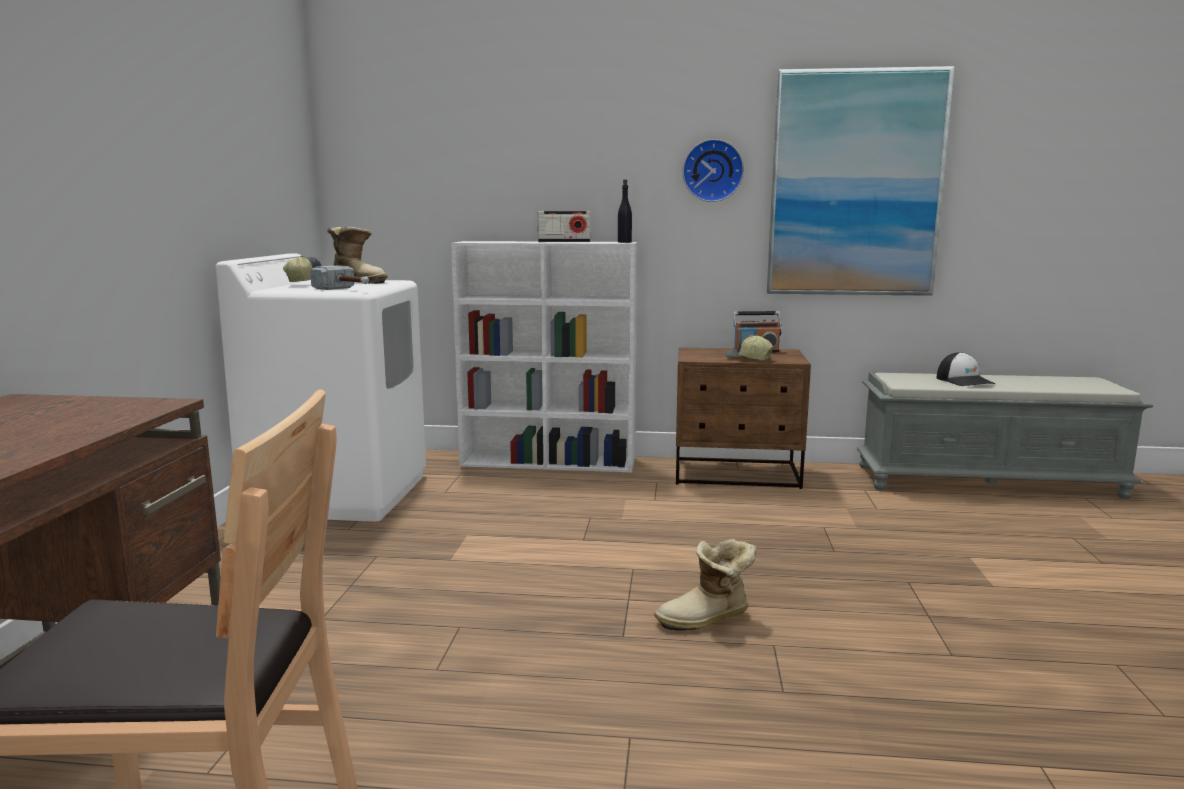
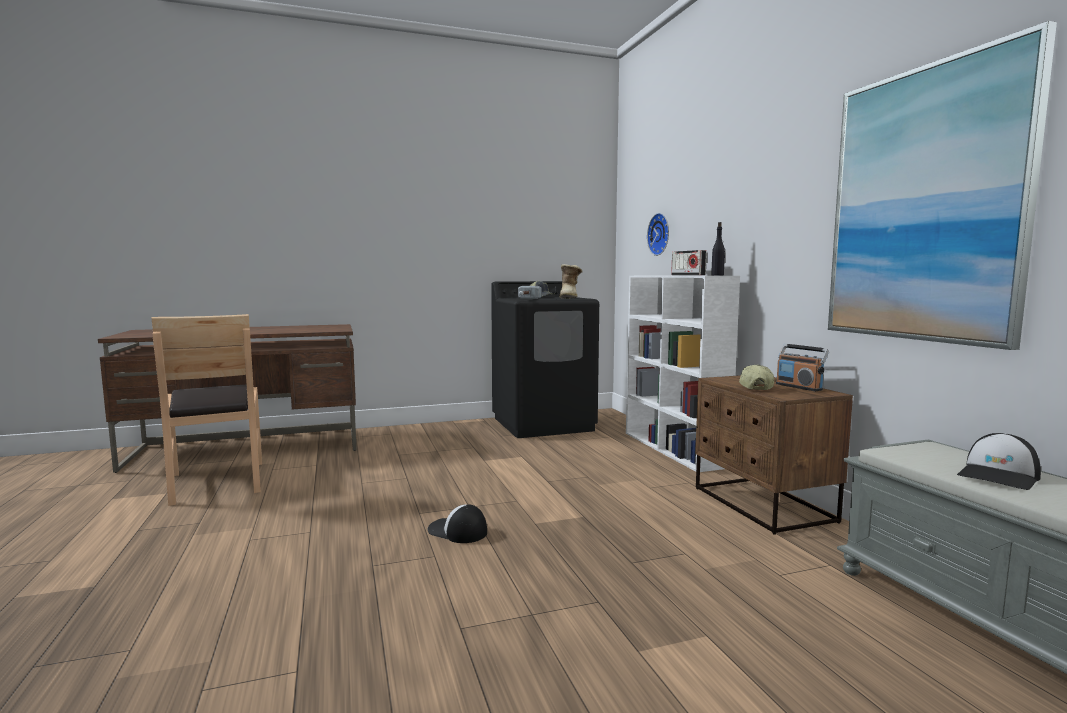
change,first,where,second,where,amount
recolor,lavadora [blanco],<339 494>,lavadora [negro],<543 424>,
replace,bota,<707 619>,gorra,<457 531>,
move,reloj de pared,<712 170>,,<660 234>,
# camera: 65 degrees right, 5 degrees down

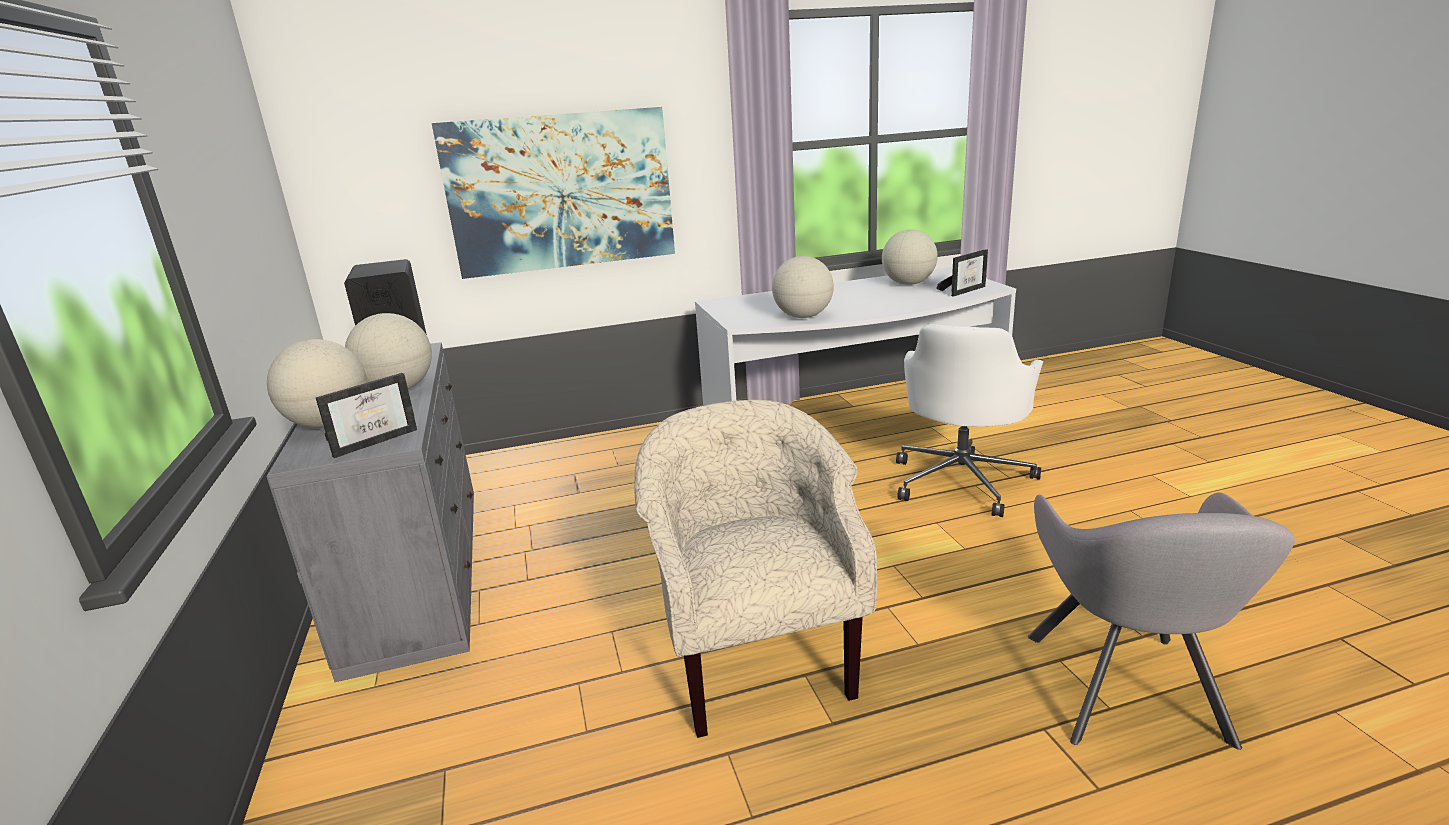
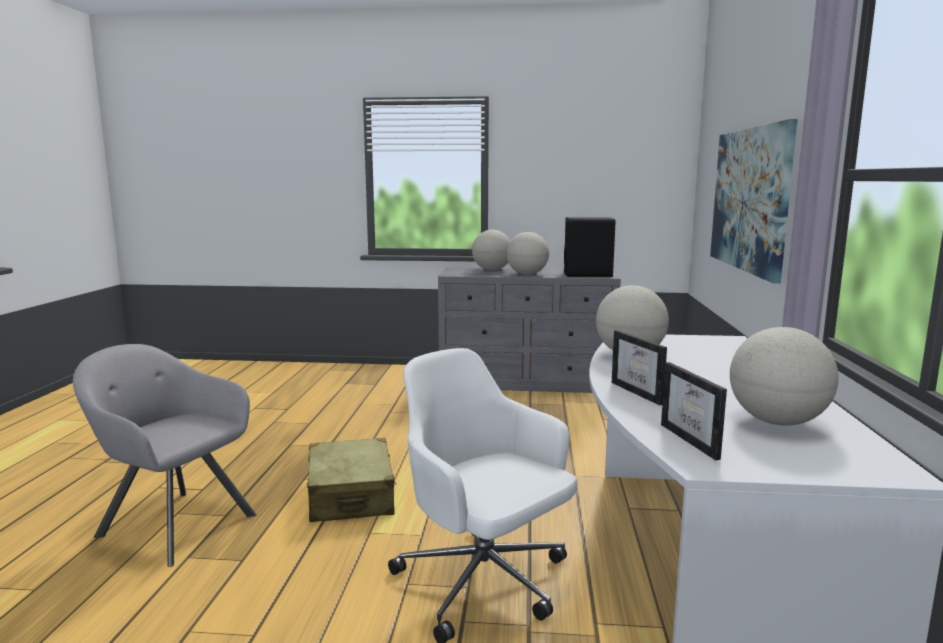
change,first,where,second,where,amount
move,portarretratos,<374 440>,,<643 393>,
delete,sillón [beis],<756 665>,,,
insert,,,maleta [beis],<351 496>,
# camera: 110 degrees right, 10 degrees down

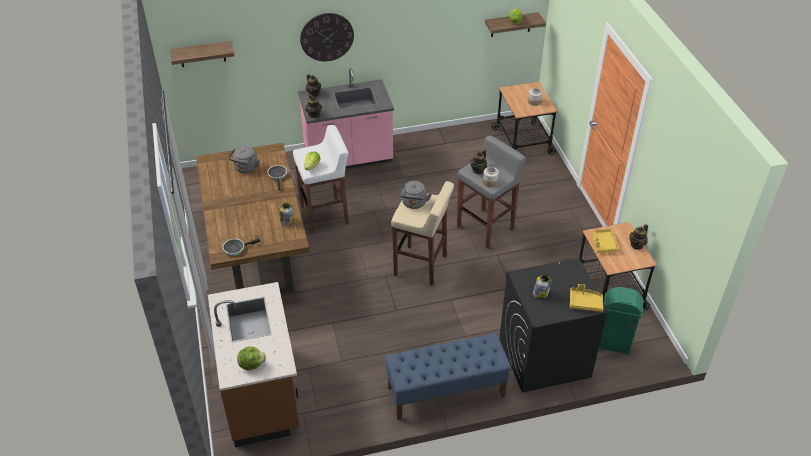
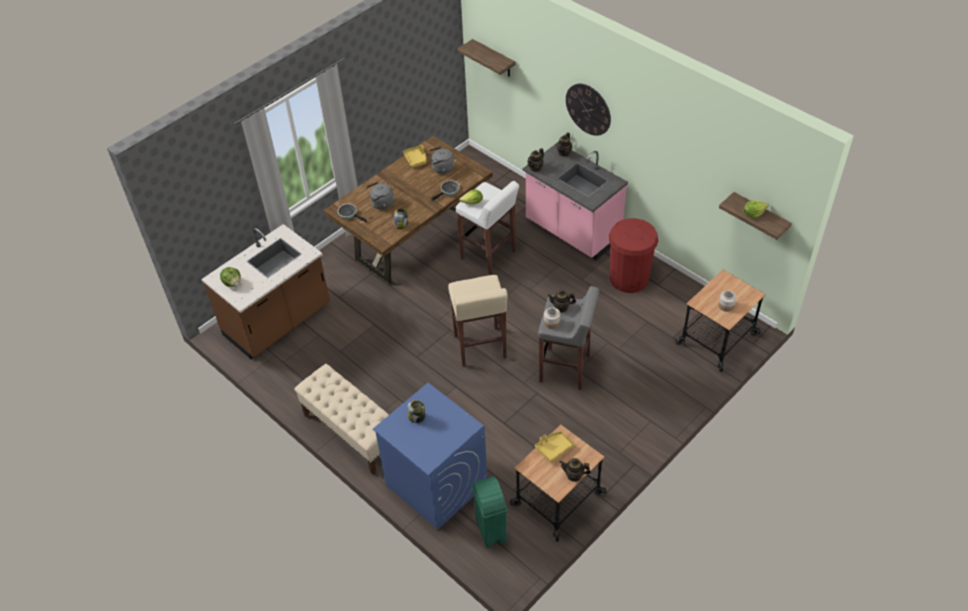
change,first,where,second,where,amount
recolor,banco [azul],<445 392>,banco [beis],<352 432>,
move,hervidor [gris],<414 204>,,<381 204>,
recolor,lavadora [negro],<544 358>,lavadora [azul],<436 484>,
move,bandeja [amarillo],<585 303>,,<416 159>,
insert,,,papelera [rojo],<629 278>,
# camera: 60 degrees right, 5 degrees up

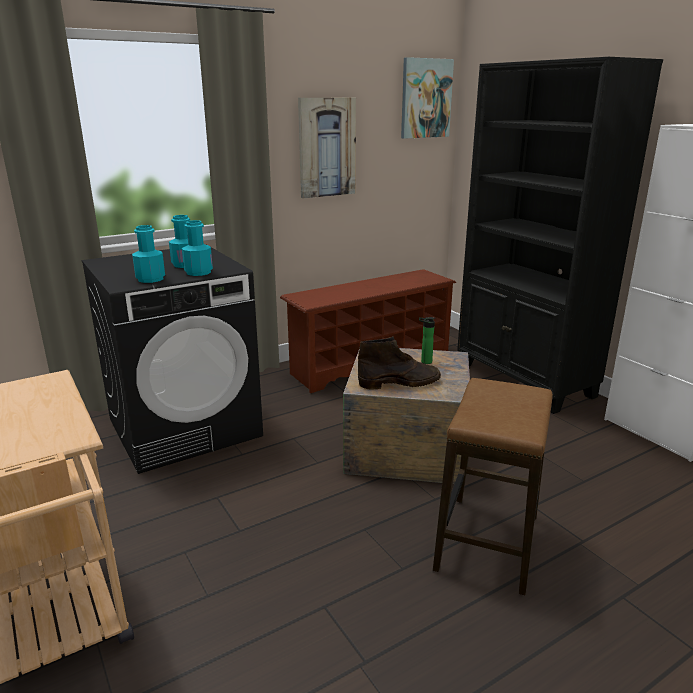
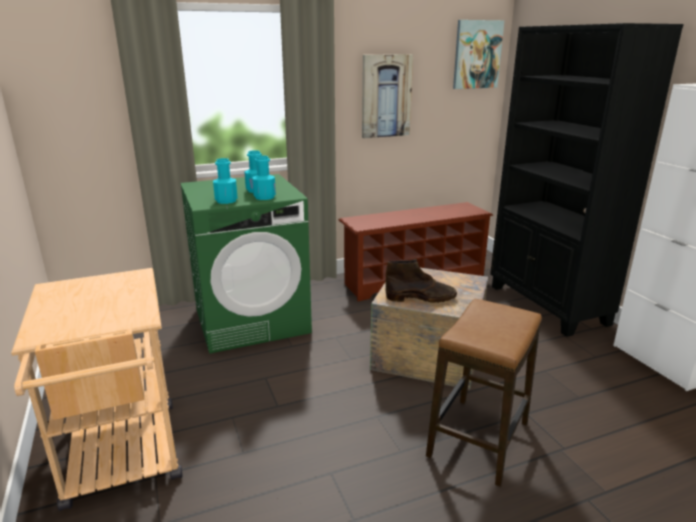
change,first,where,second,where,amount
recolor,lavadora [negro],<185 427>,lavadora [verde],<252 320>,
delete,botella,<424 362>,,,
# camera: 10 degrees right, 0 degrees up

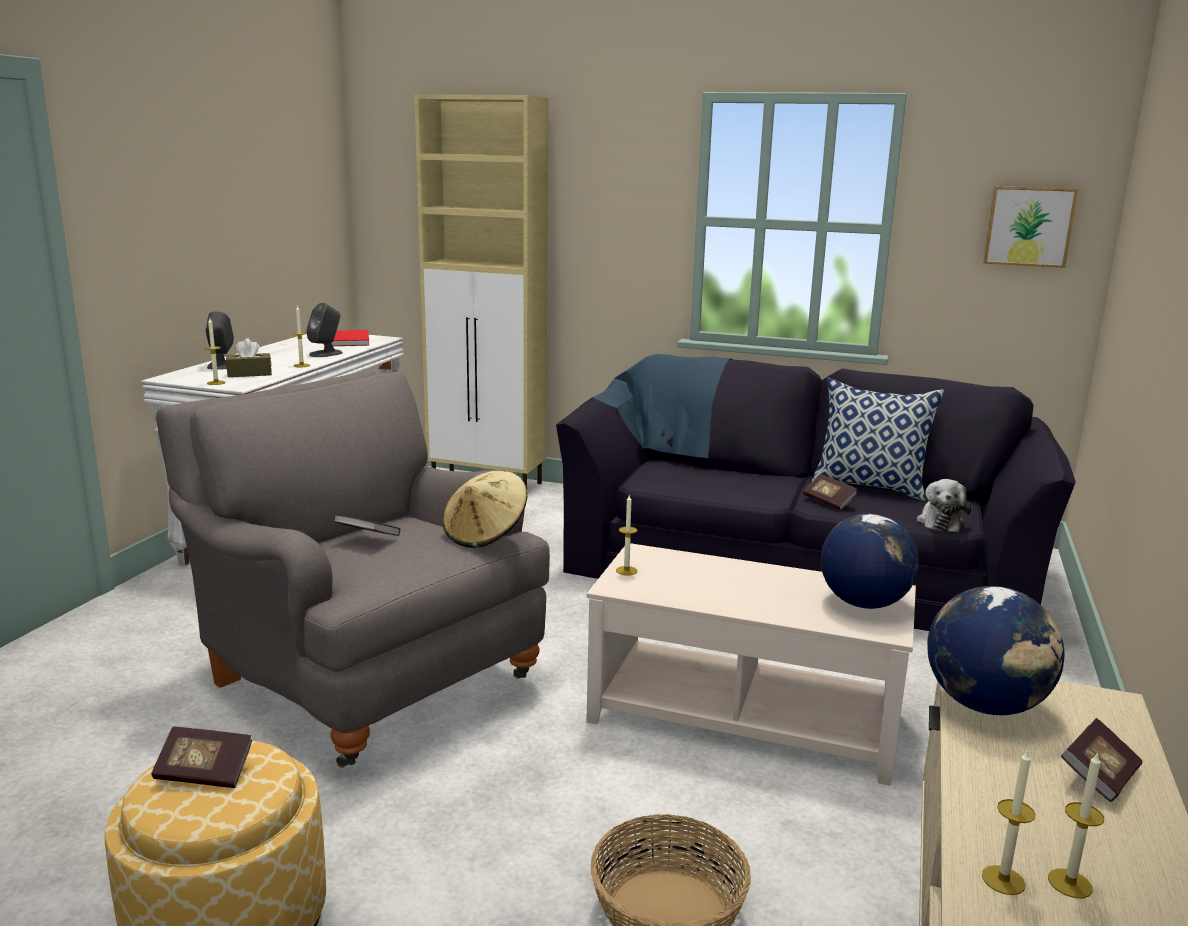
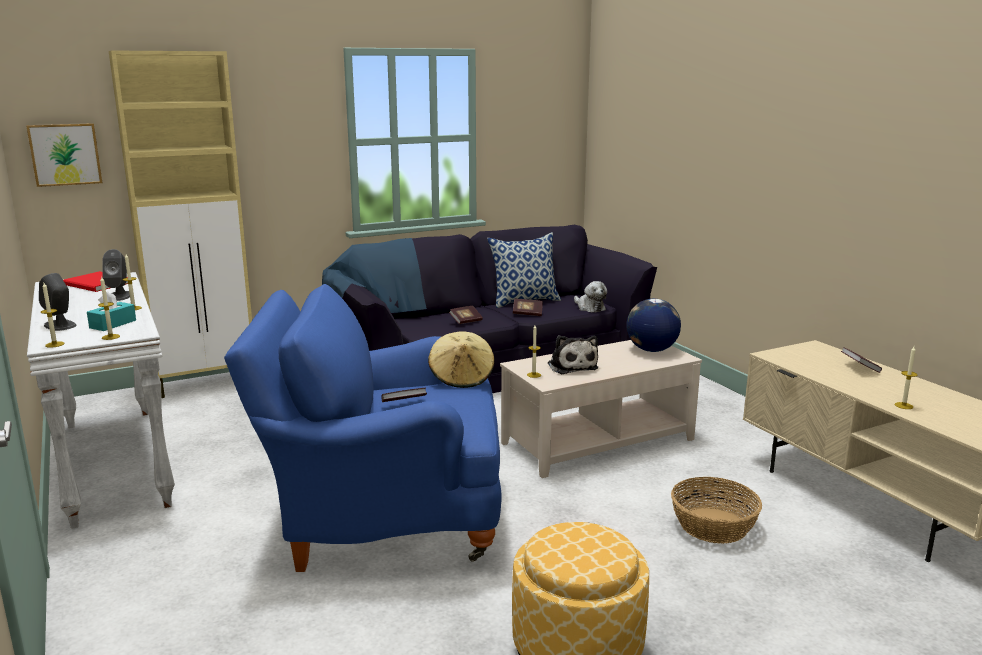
change,first,where,second,where,amount
move,libro,<204 773>,,<466 321>,
recolor,sillón [gris],<365 674>,sillón [azul],<382 517>,
recolor,caja de pañuelos [marrón],<249 374>,caja de pañuelos [turquesa],<113 324>,
delete,globo terráqueo,<985 705>,,,
move,cuadro,<1029 226>,,<65 154>,
move,vela,<1069 883>,,<54 344>,
insert,,,peluche,<571 366>,
# camera: 45 degrees left, 0 degrees up

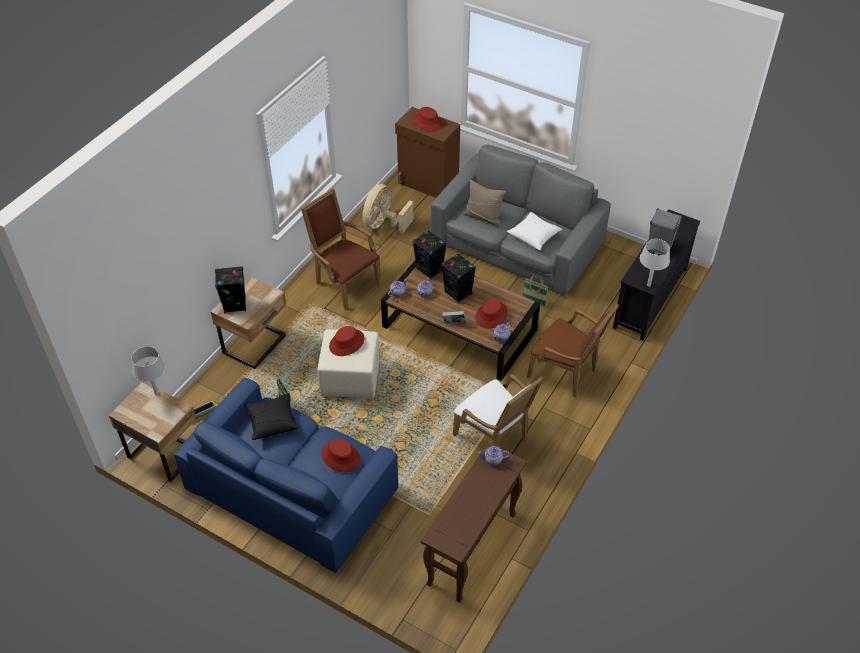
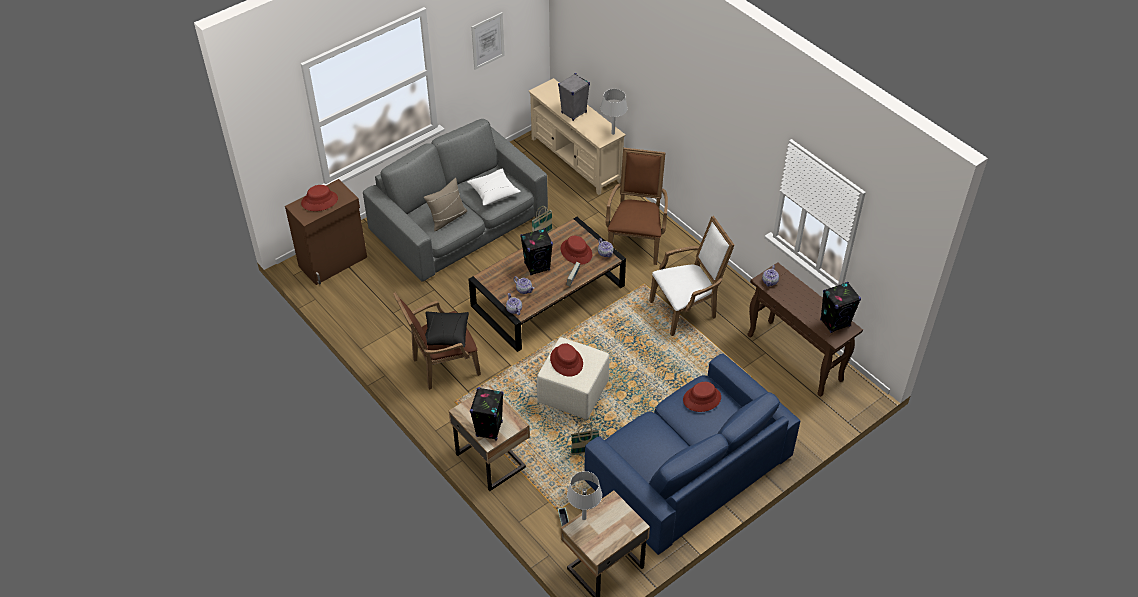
change,first,where,second,where,amount
move,cojín [negro],<272 421>,,<445 334>,
delete,ventilador [beis],<384 224>,,,
move,altavoz [negro],<430 270>,,<835 323>,
rotate,sillón [marrón],<566 374>,,<636 241>,45 degrees counterclockwise
recolor,mueble de televisión [negro],<650 298>,mueble de televisión [beis],<576 160>,
insert,,,cuadro,<487 41>,
# camera: 70 degrees left, 0 degrees up

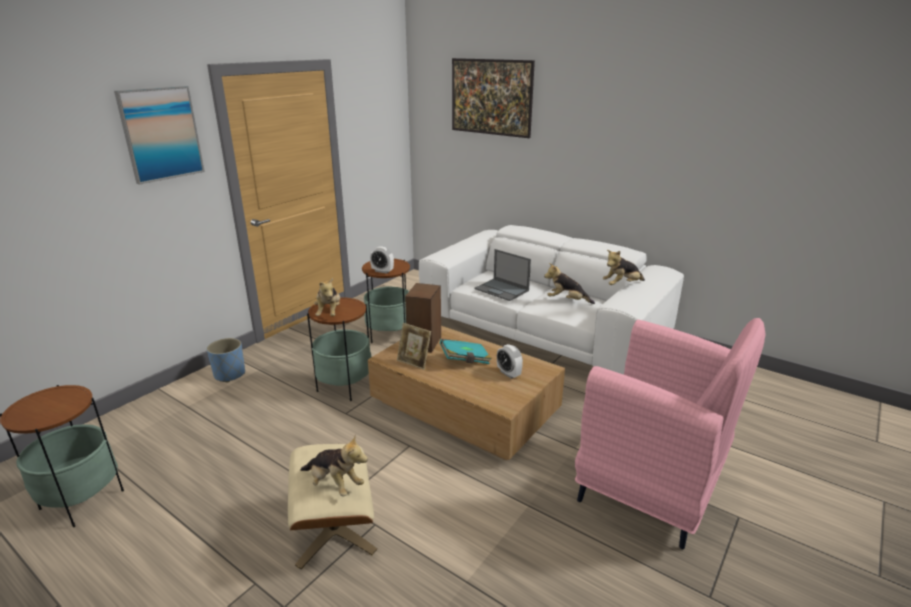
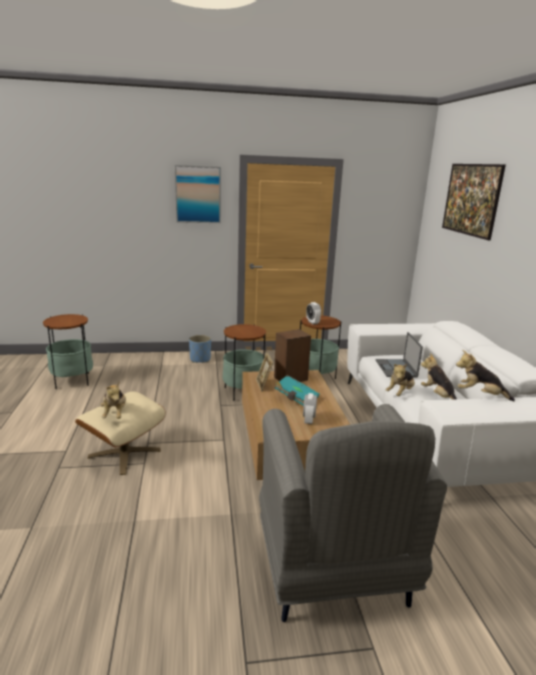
change,first,where,second,where,amount
move,peluche,<329 313>,,<400 393>,
recolor,sillón [rosa],<651 488>,sillón [gris],<333 571>,
# camera: 45 degrees right, 5 degrees down

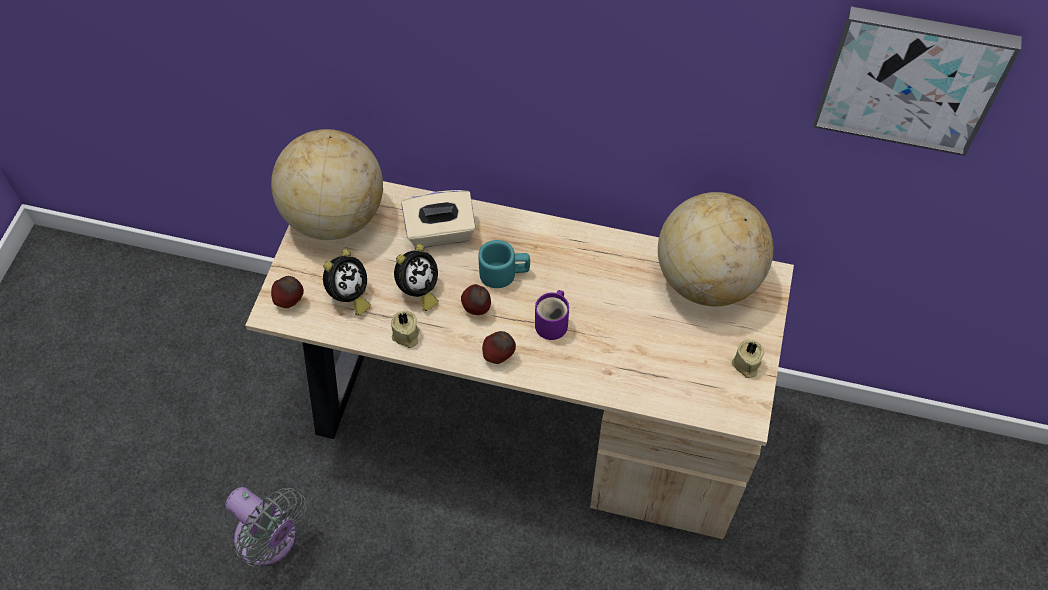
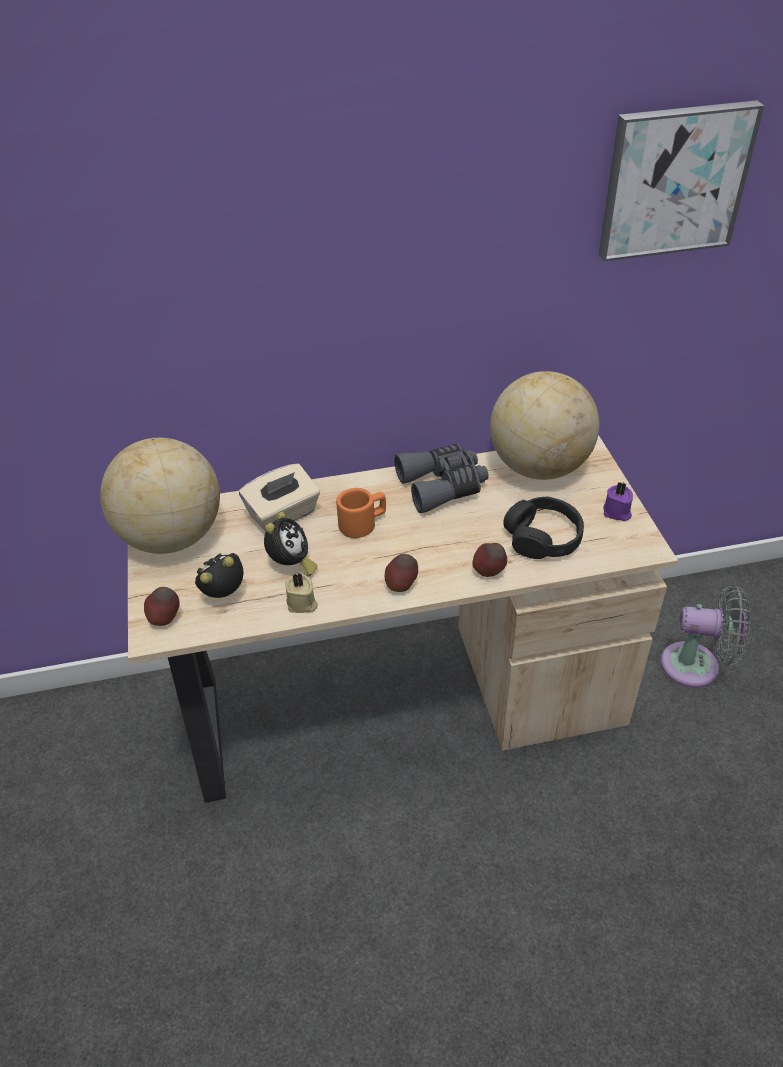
change,first,where,second,where,amount
move,ventilador [gris],<270 541>,,<696 666>,
rotate,despertador,<349 296>,,<225 594>,135 degrees counterclockwise
move,manzana,<477 310>,,<489 573>,
recolor,taza grande [turquesa],<504 273>,taza grande [naranja],<363 523>,
delete,taza grande [morado],<553 323>,,,
recolor,vela [beis],<746 365>,vela [morado],<617 513>,
insert,,,prismáticos [gris],<443 486>,
insert,,,auriculares [negro],<543 537>,
# camera: 25 degrees left, 15 degrees down

